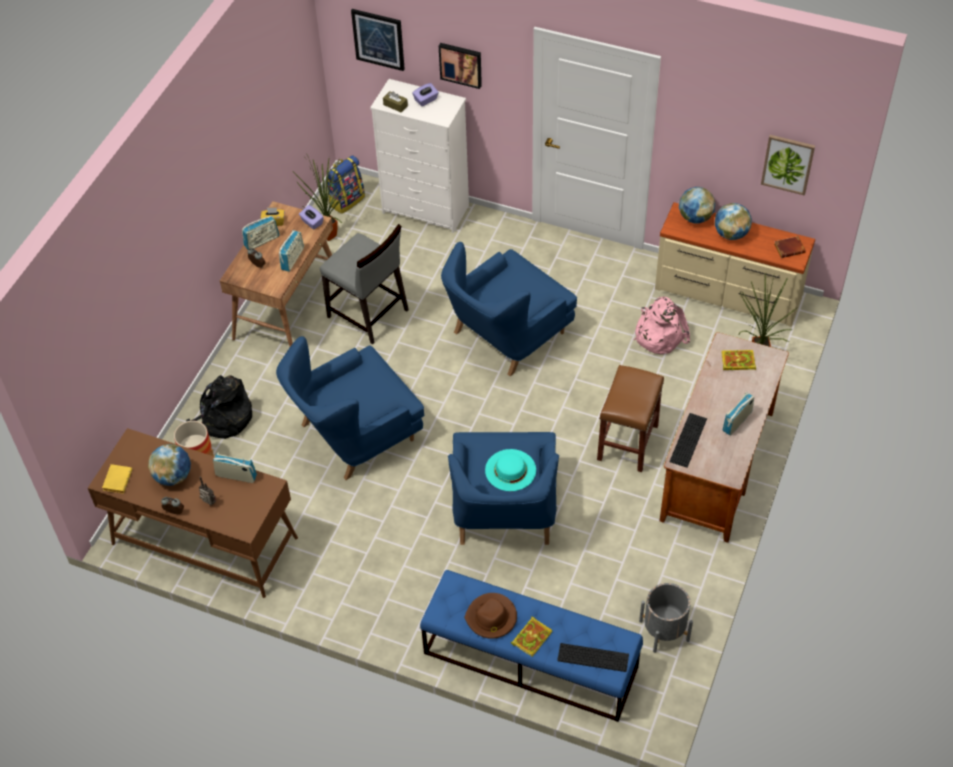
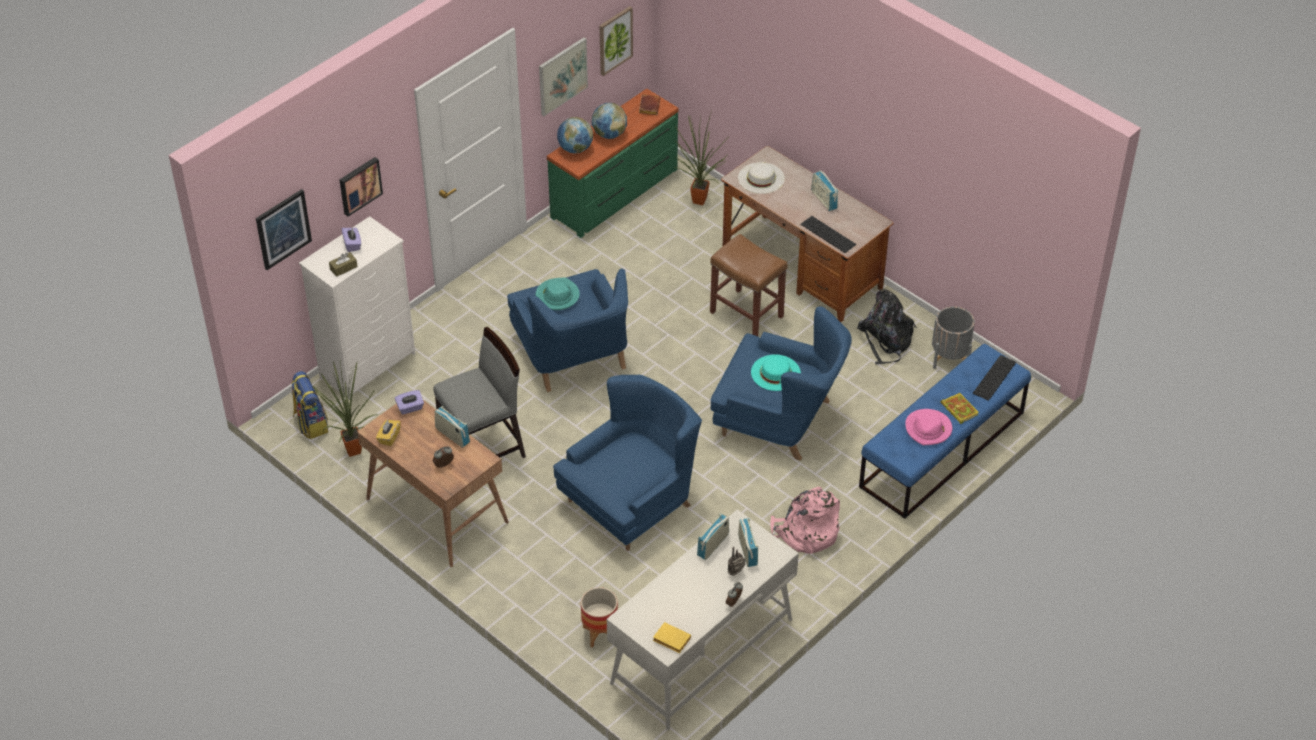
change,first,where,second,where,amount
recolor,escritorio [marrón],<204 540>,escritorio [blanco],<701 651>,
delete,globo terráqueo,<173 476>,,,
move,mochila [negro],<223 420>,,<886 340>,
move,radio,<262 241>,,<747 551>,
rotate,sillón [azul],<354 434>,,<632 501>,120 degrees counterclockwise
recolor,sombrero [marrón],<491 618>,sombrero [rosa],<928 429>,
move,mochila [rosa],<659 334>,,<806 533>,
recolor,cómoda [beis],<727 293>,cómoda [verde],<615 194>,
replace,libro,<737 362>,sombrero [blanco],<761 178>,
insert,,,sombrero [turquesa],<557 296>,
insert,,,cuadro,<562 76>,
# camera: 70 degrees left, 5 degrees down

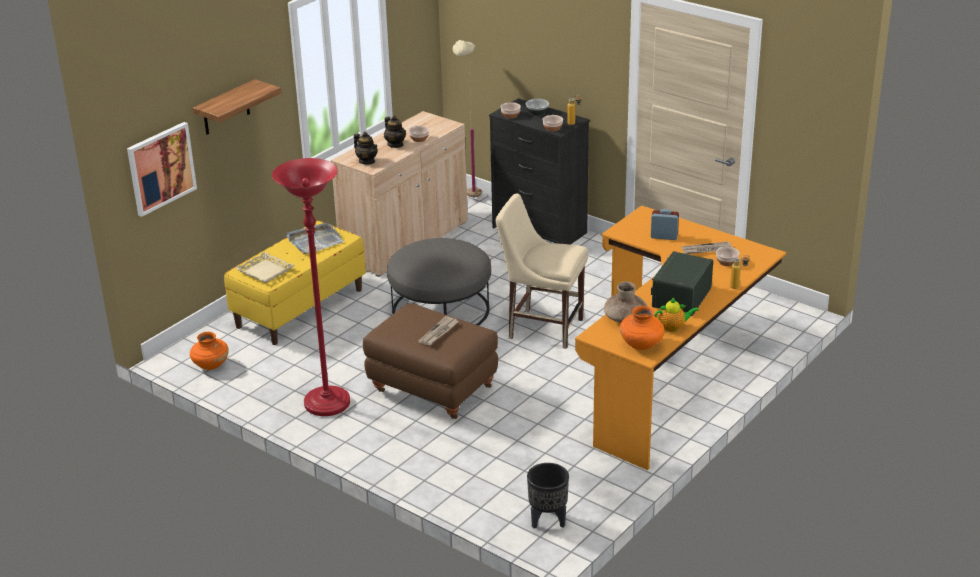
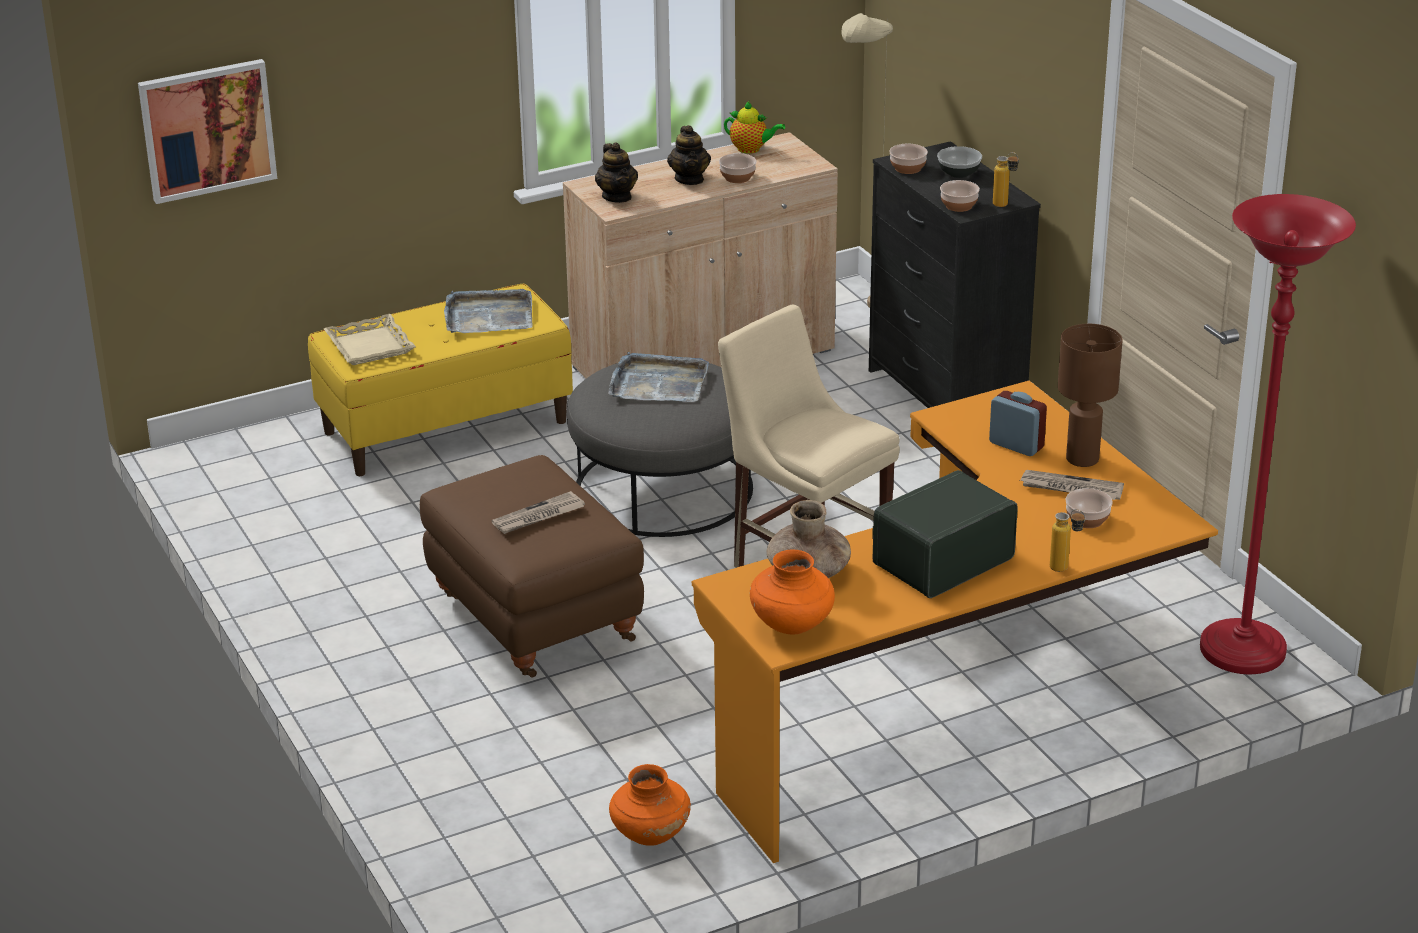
change,first,where,second,where,amount
move,florero [naranja],<210 365>,,<650 834>,
delete,estante,<226 108>,,,
move,lámpara de pie [rojo],<327 404>,,<1242 652>,
delete,maceta [negro],<547 521>,,,
move,tetera,<673 327>,,<751 149>,
insert,,,bandeja [gris],<658 383>,
insert,,,lámpara de mesa [marrón],<1081 459>,
# camera: 25 degrees right, 0 degrees up

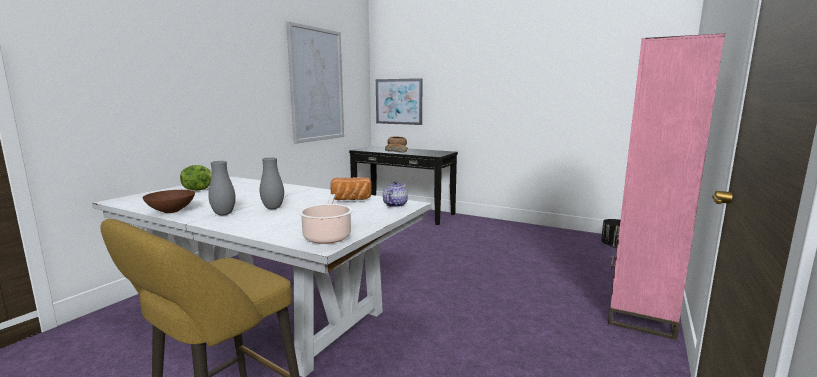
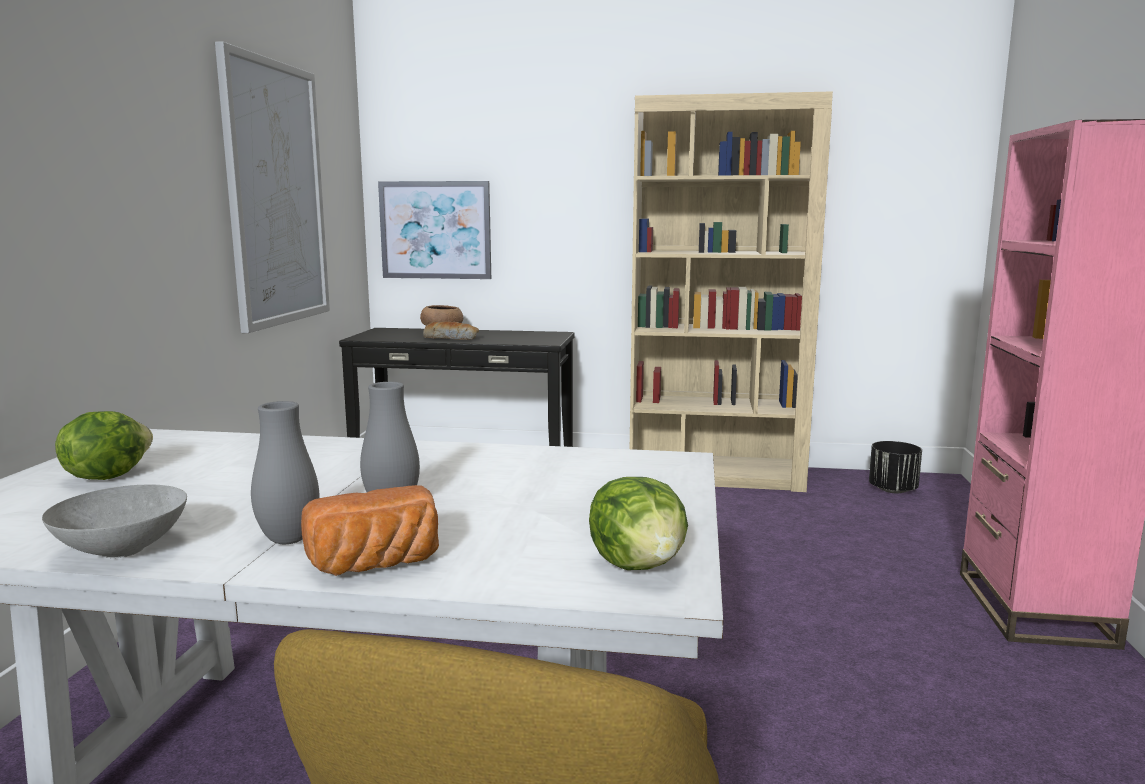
change,first,where,second,where,amount
recolor,cuenco [marrón],<172 211>,cuenco [gris],<124 549>,
replace,olla,<327 236>,lechuga,<639 565>,
move,pan,<350 200>,,<376 565>,
delete,tetera,<394 205>,,,
insert,,,estantería [beis],<716 475>,
# camera: 20 degrees left, 0 degrees up

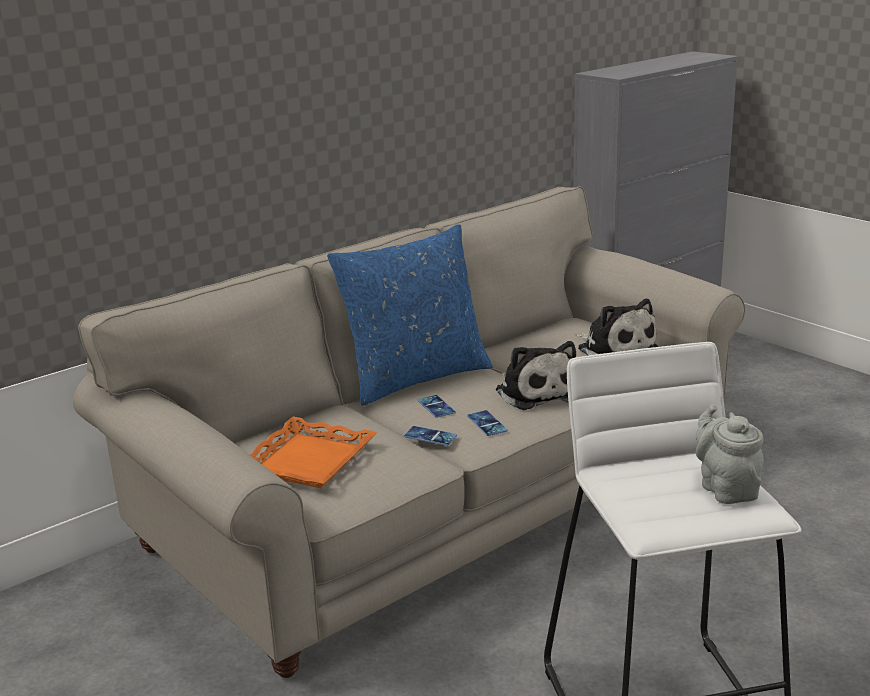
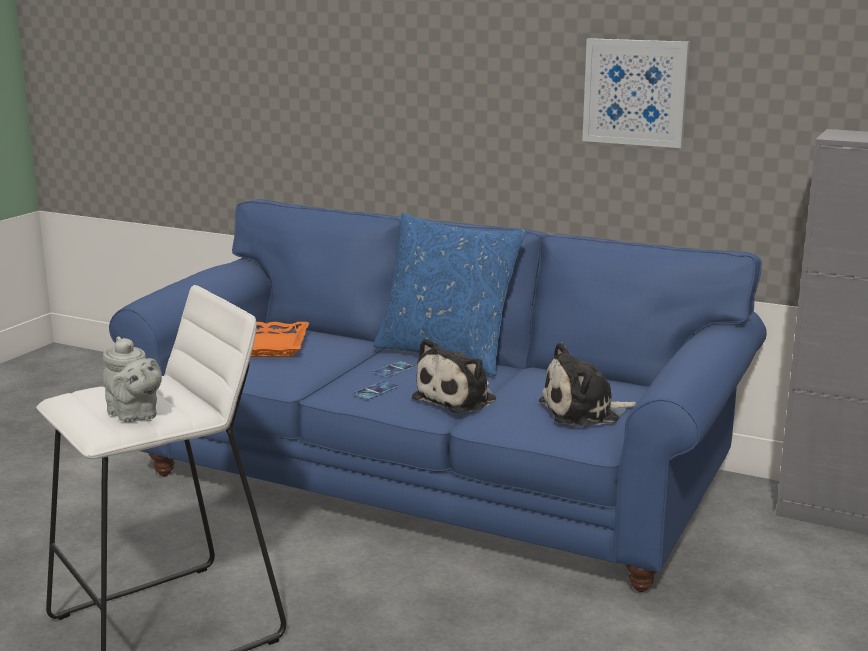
change,first,where,second,where,amount
recolor,sofá [beis],<440 501>,sofá [azul],<434 478>,
delete,móvil,<430 436>,,,
rotate,peluche,<614 348>,,<584 412>,45 degrees clockwise
rotate,tetera [gris],<726 488>,,<134 415>,90 degrees clockwise
insert,,,cuadro,<635 92>,
# camera: 65 degrees right, 5 degrees down

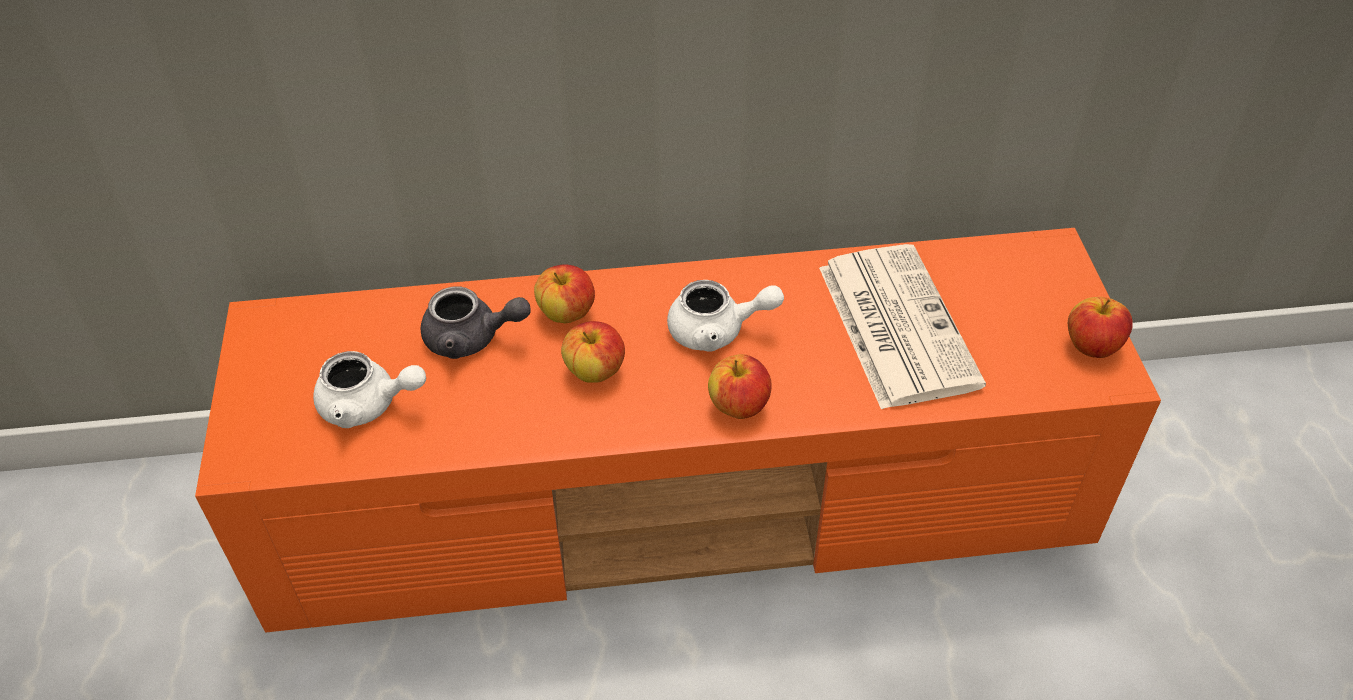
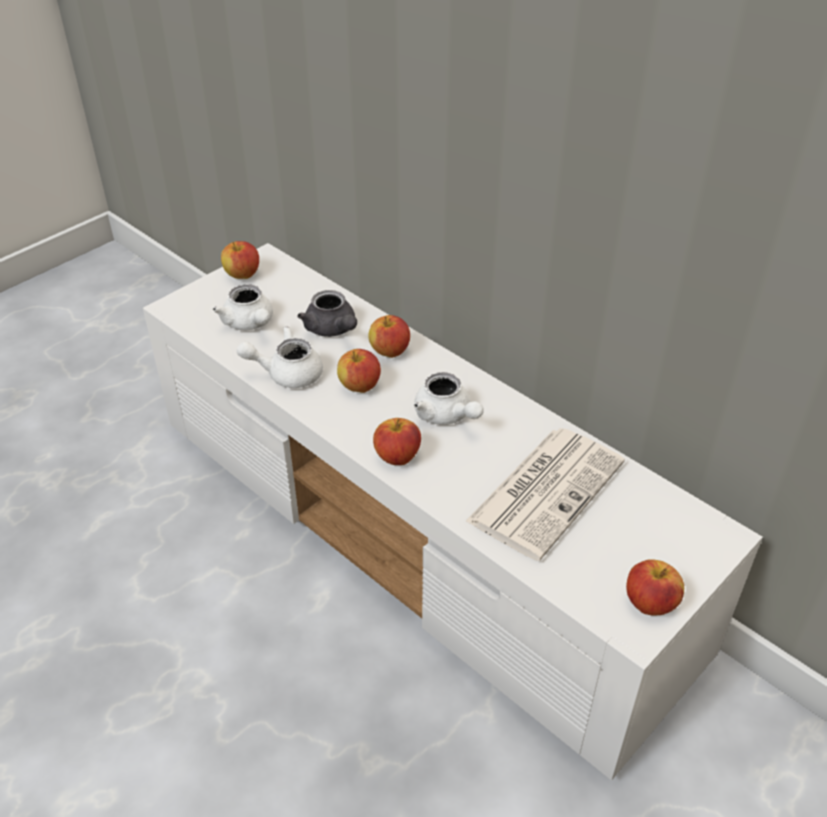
change,first,where,second,where,amount
recolor,mueble de televisión [naranja],<683 500>,mueble de televisión [blanco],<417 535>,
insert,,,manzana,<242 275>,
insert,,,tetera [blanco],<287 373>,
# camera: 50 degrees right, 5 degrees down

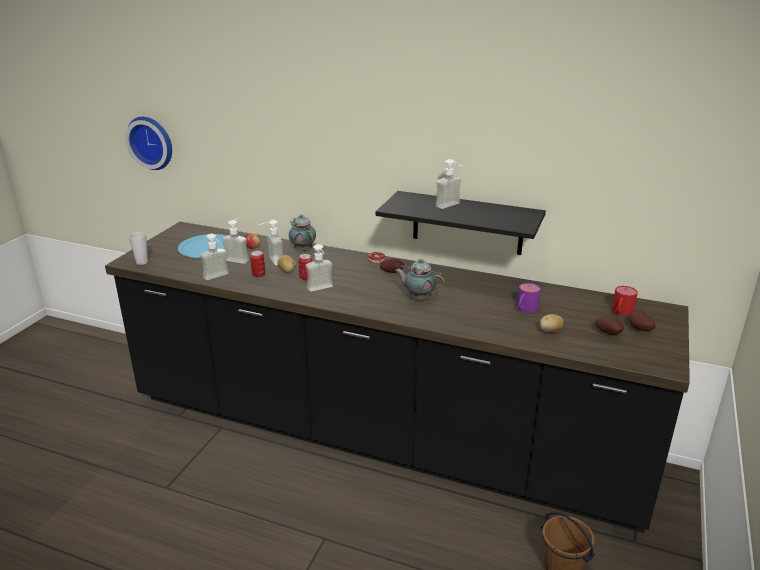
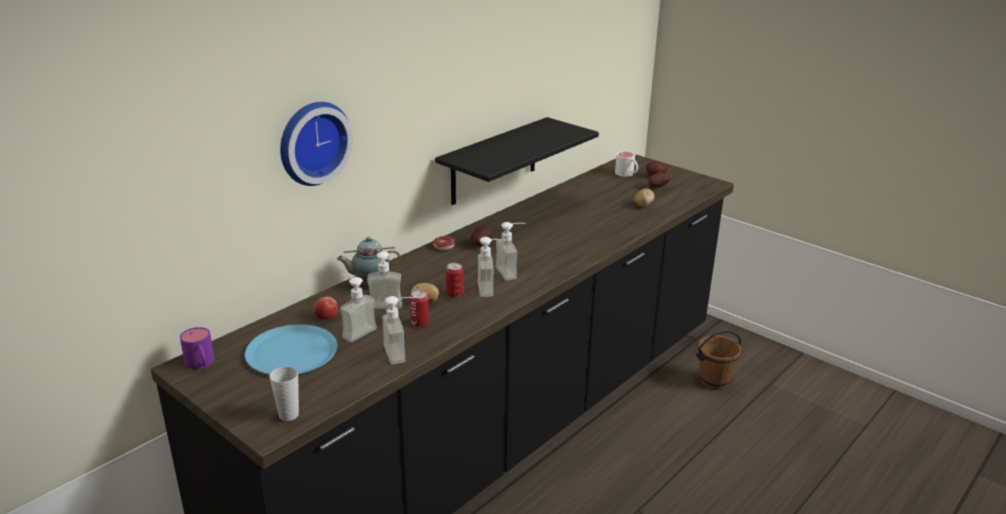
change,first,where,second,where,amount
move,reloj de pared,<152 142>,,<312 142>,
delete,tetera,<418 298>,,,
move,dispensador de jabón,<451 206>,,<512 272>,
move,taza grande [morado],<525 309>,,<201 364>,
recolor,taza grande [rojo],<621 312>,taza grande [blanco],<627 174>,
# camera: 70 degrees left, 0 degrees up

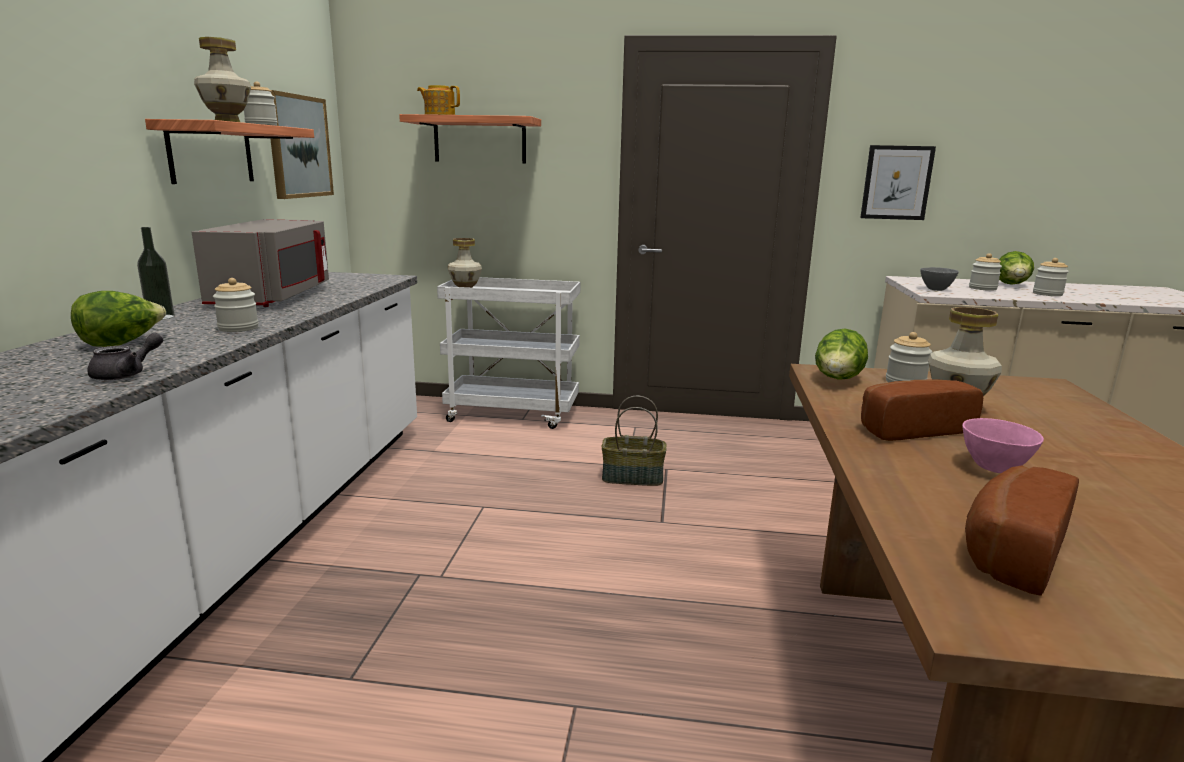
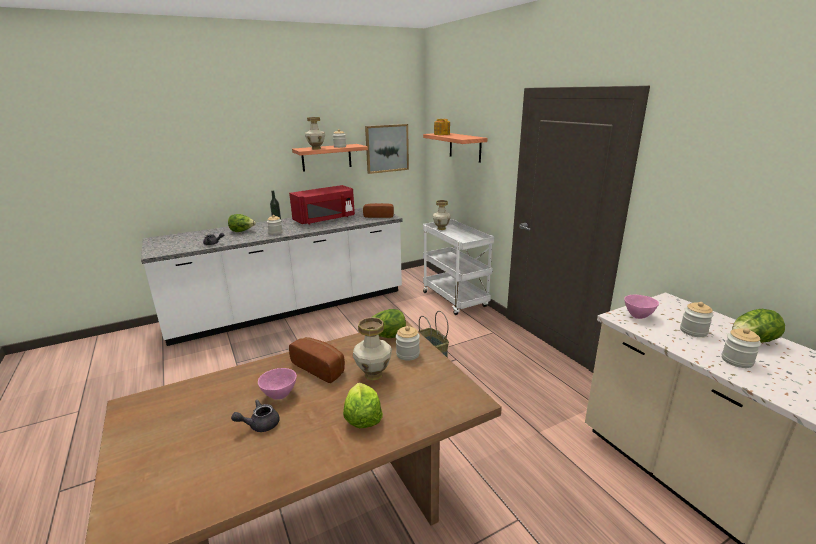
change,first,where,second,where,amount
recolor,microondas [gris],<274 296>,microondas [rojo],<325 219>,
delete,cuadro,<896 182>,,,
recolor,cuenco [gris],<935 289>,cuenco [rosa],<638 316>,
move,pan,<1008 551>,,<379 216>,
insert,,,tetera [gris],<260 424>,
insert,,,lechuga,<362 417>,
# camera: 55 degrees right, 5 degrees up

